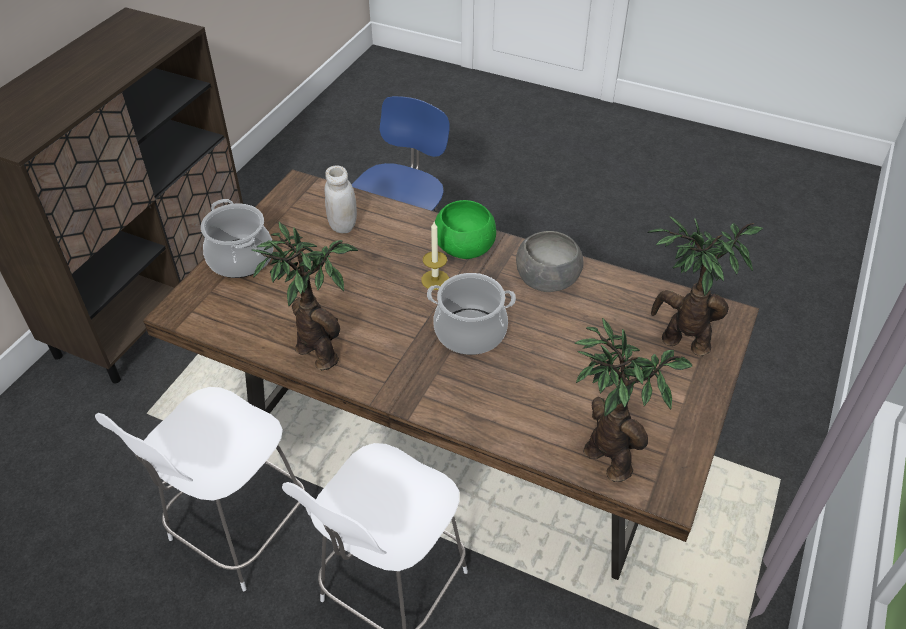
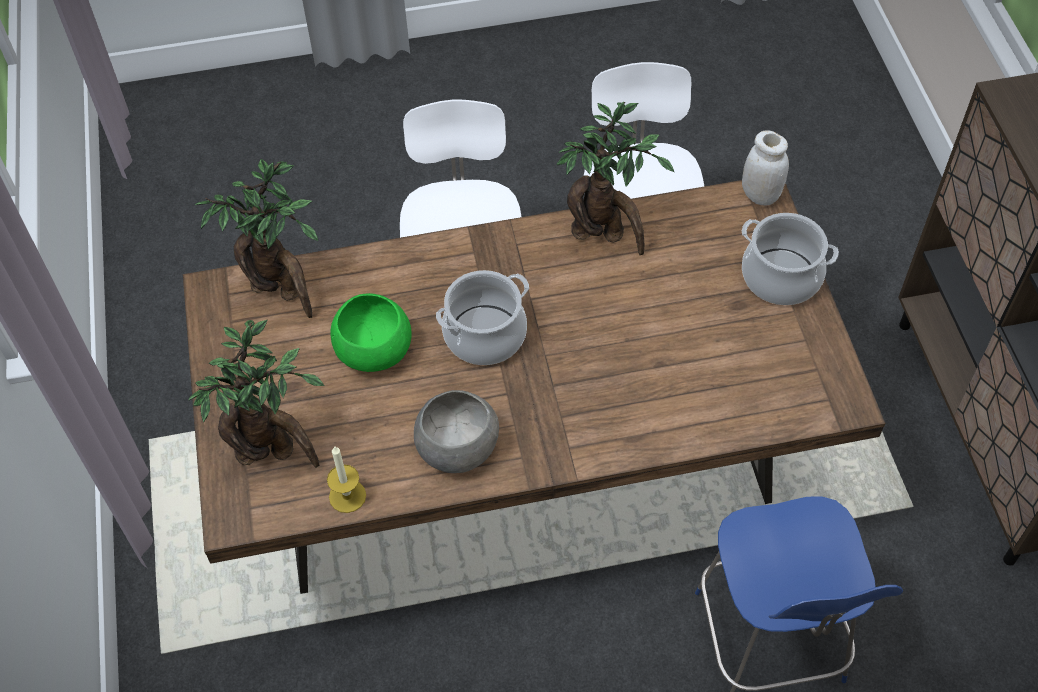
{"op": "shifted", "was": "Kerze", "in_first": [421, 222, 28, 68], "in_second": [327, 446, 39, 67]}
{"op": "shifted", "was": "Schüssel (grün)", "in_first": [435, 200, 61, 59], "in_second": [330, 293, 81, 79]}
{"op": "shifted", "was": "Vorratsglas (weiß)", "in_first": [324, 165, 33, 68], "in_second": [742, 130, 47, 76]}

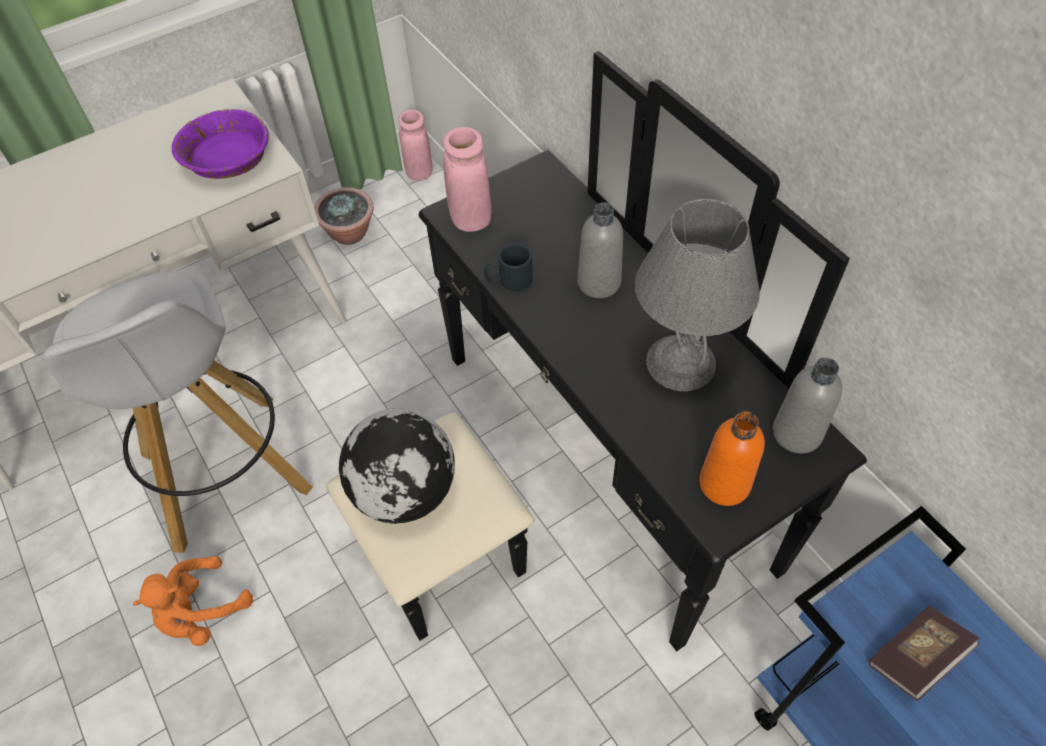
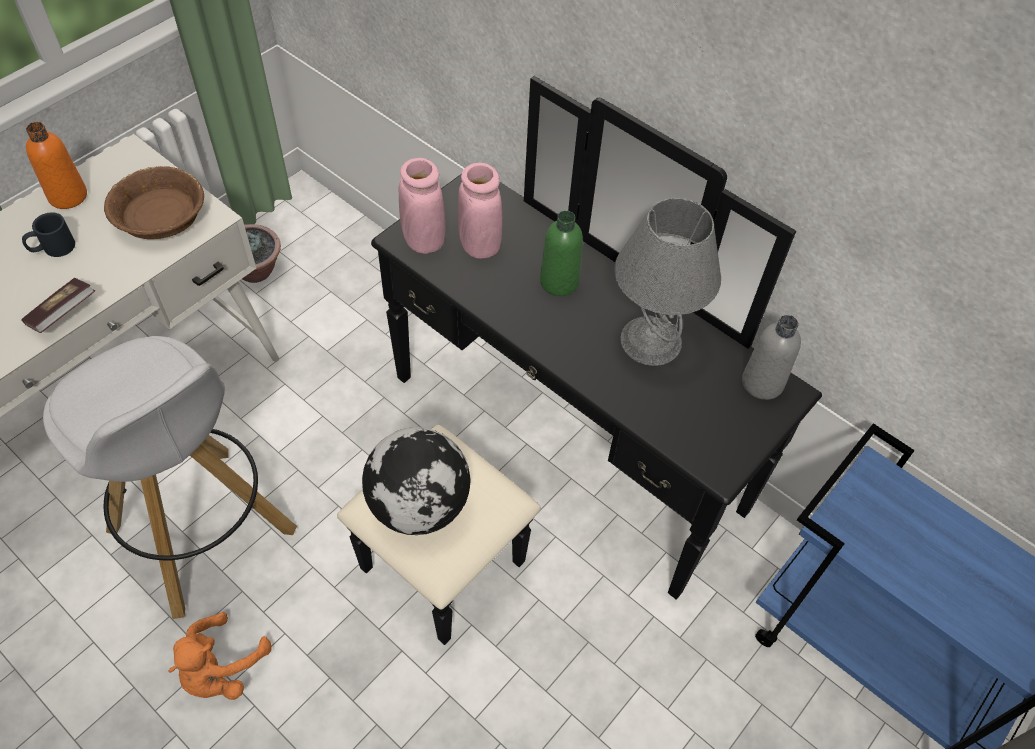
{"op": "shifted", "was": "Buch", "in_first": [869, 606, 110, 95], "in_second": [21, 278, 74, 55]}
{"op": "shifted", "was": "Henkelbecher (schwarz)", "in_first": [484, 243, 49, 49], "in_second": [22, 212, 53, 45]}
{"op": "shifted", "was": "Flasche (orange)", "in_first": [699, 411, 66, 95], "in_second": [26, 122, 61, 87]}
{"op": "repainted", "was": "Schüssel (lila)", "now": "Schüssel (braun)", "in_first": [172, 109, 97, 70], "in_second": [104, 166, 100, 73]}
{"op": "shifted", "was": "Vase (rosa)", "in_first": [398, 110, 35, 71], "in_second": [458, 163, 44, 96]}
{"op": "repainted", "was": "Flasche (grau)", "now": "Flasche (grün)", "in_first": [577, 203, 46, 95], "in_second": [540, 211, 43, 85]}

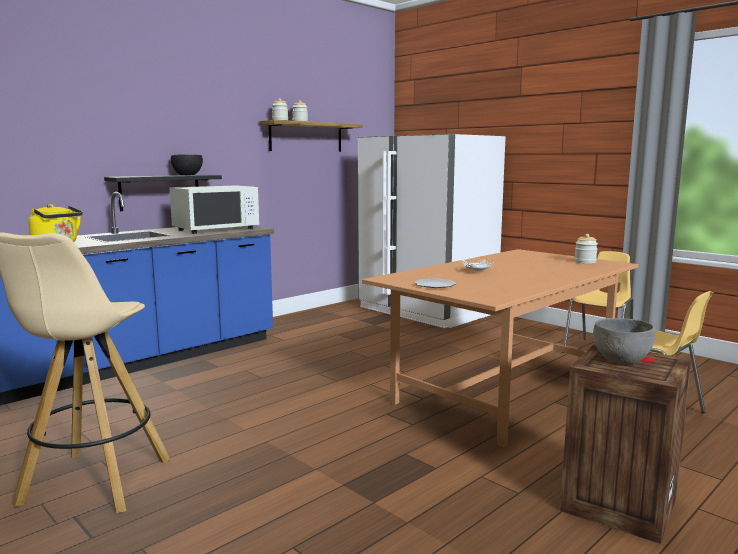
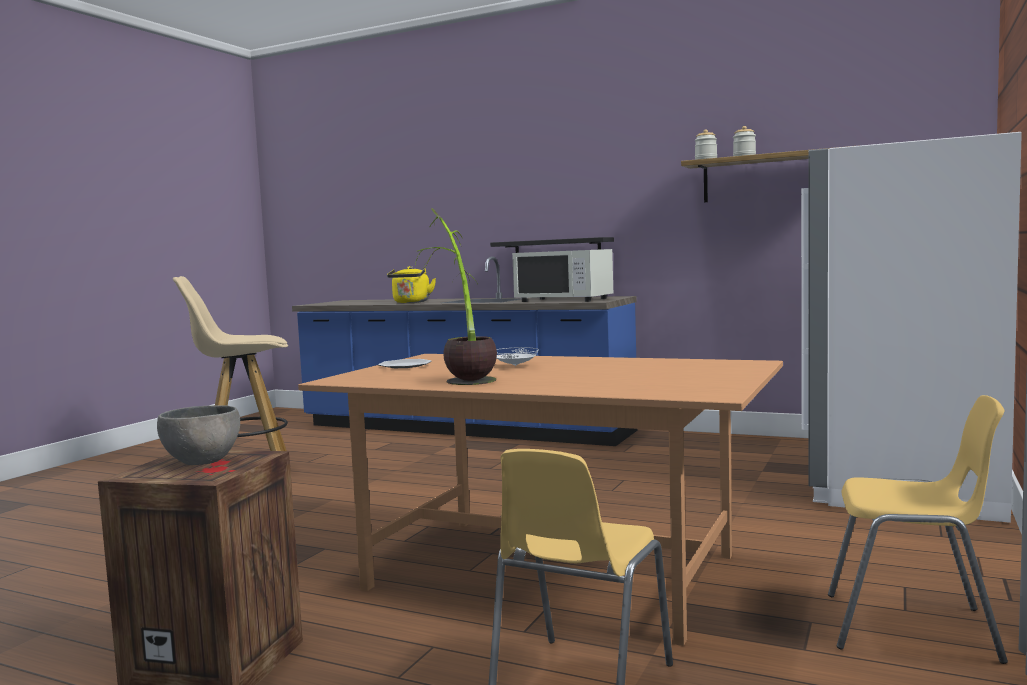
{"op": "new", "now": "Topfpflanze", "in_second": [415, 208, 82, 177]}
{"op": "gone", "was": "Schüssel (schwarz)", "in_first": [171, 155, 32, 20]}
{"op": "gone", "was": "Vorratsglas", "in_first": [574, 234, 24, 30]}

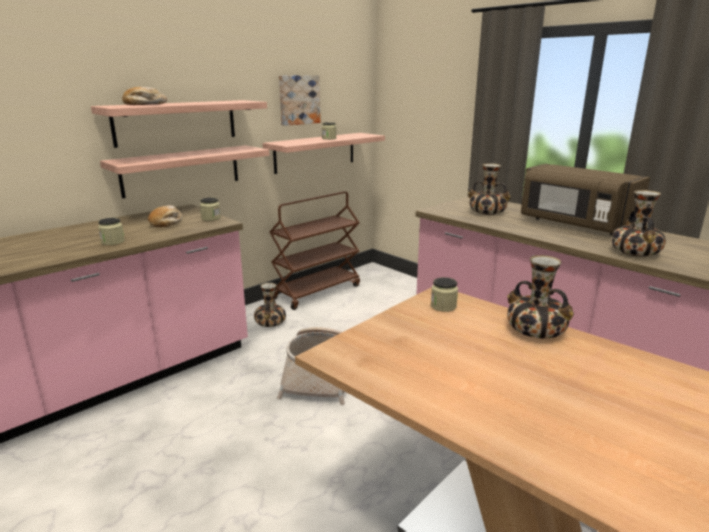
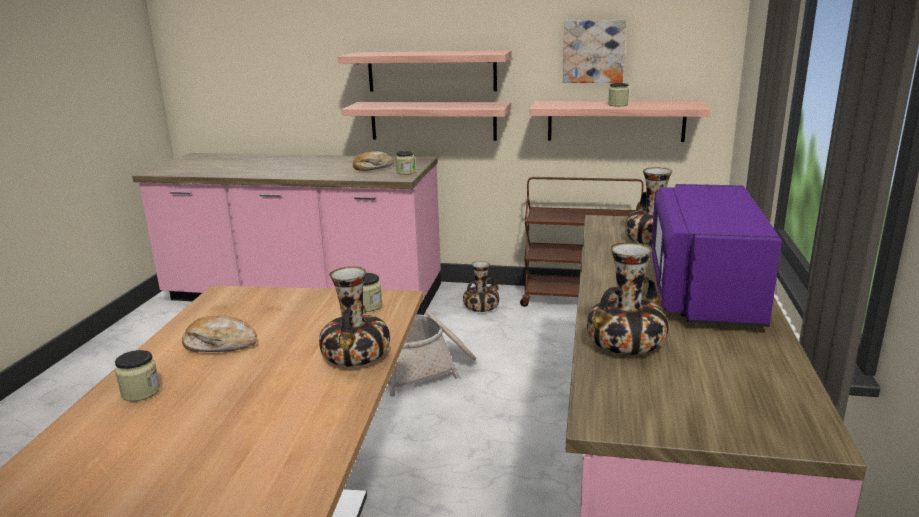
{"op": "shifted", "was": "Vorratsglas", "in_first": [98, 218, 27, 27], "in_second": [115, 350, 45, 51]}
{"op": "shifted", "was": "Brot", "in_first": [122, 87, 45, 18], "in_second": [182, 316, 75, 36]}
{"op": "repainted", "was": "Mikrowelle (braun)", "now": "Mikrowelle (lila)", "in_first": [521, 164, 129, 71], "in_second": [651, 184, 131, 143]}

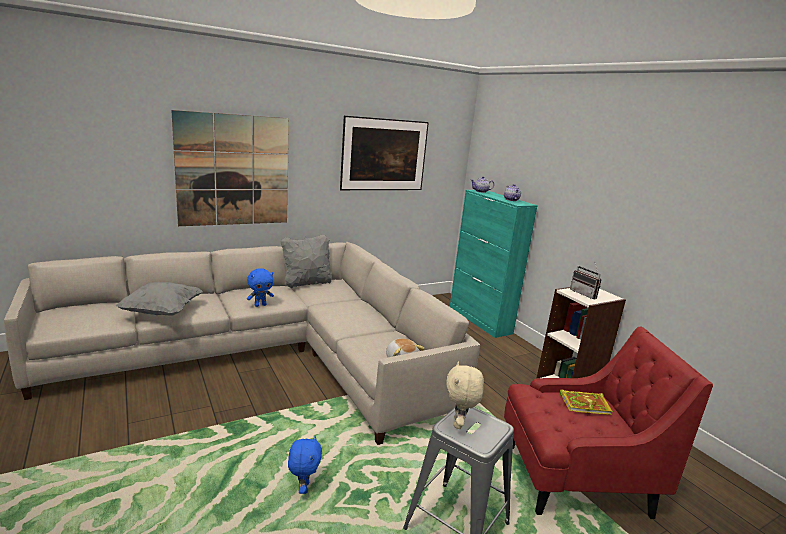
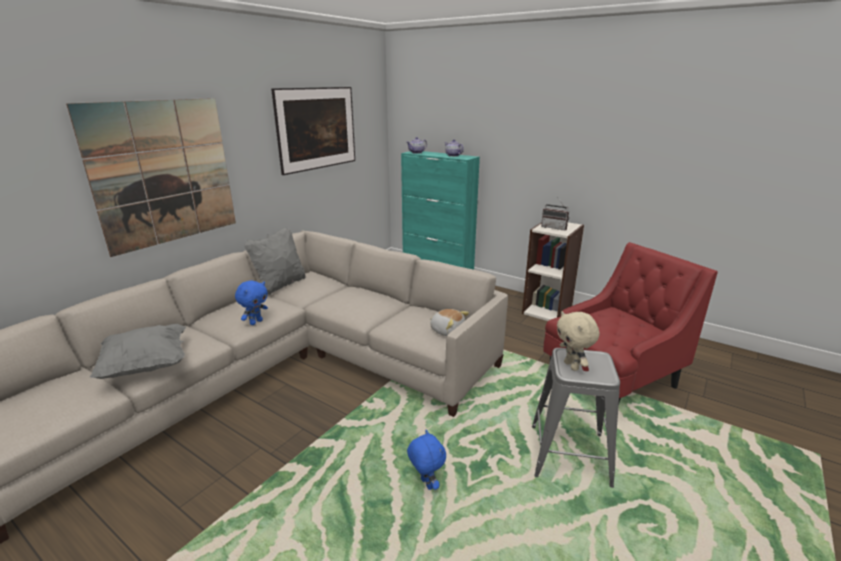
{"op": "gone", "was": "Buch", "in_first": [560, 390, 53, 25]}

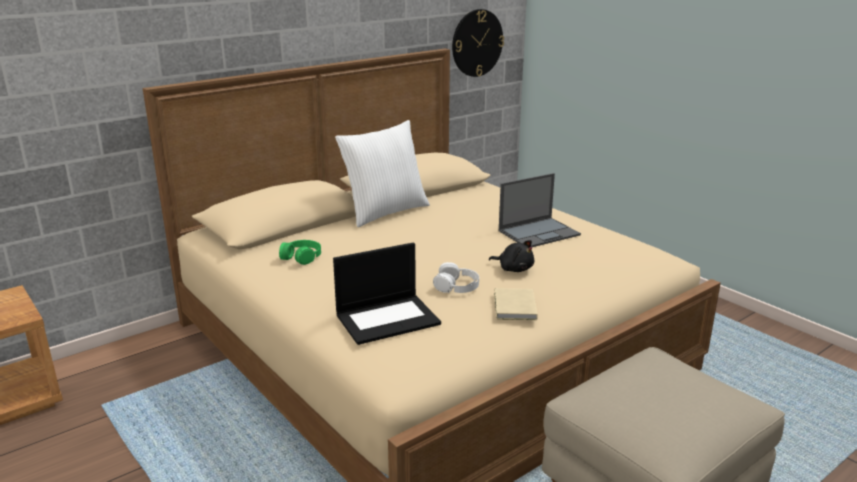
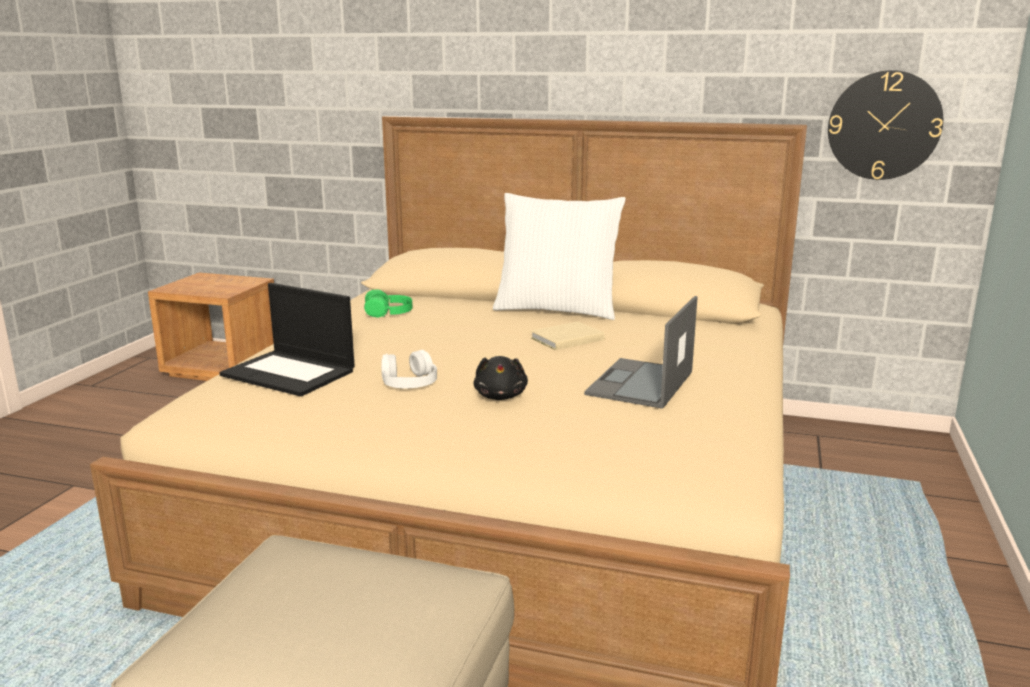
{"op": "shifted", "was": "Buch (beige)", "in_first": [494, 288, 44, 32], "in_second": [530, 321, 75, 29]}
{"op": "rotated", "was": "Laptop", "in_first": [499, 173, 82, 74], "in_second": [584, 296, 114, 113], "clockwise": 90}

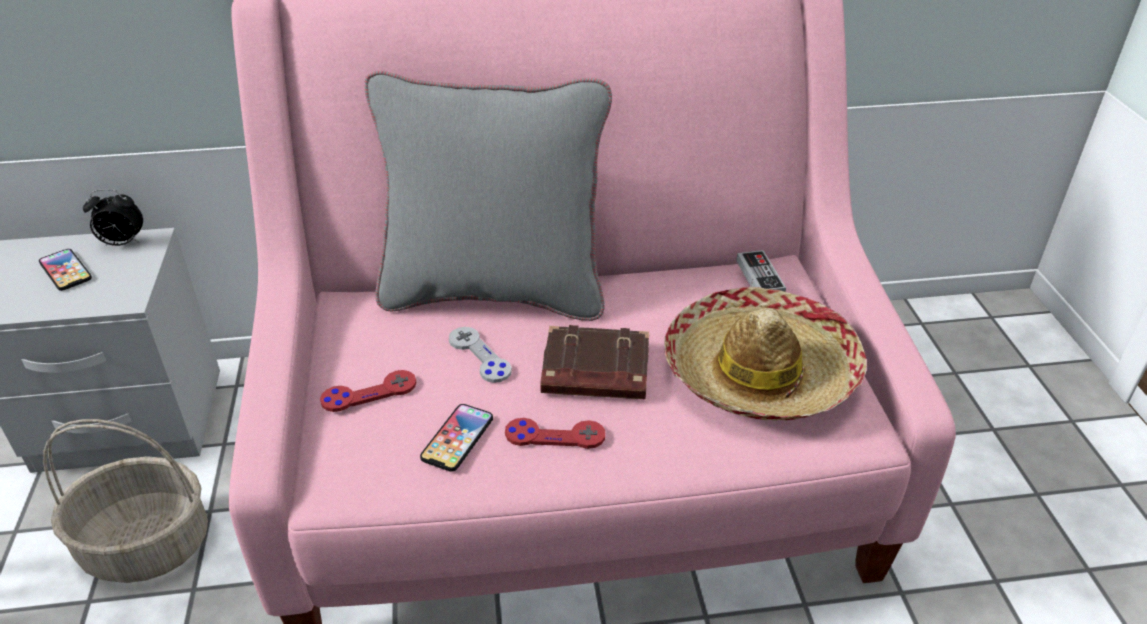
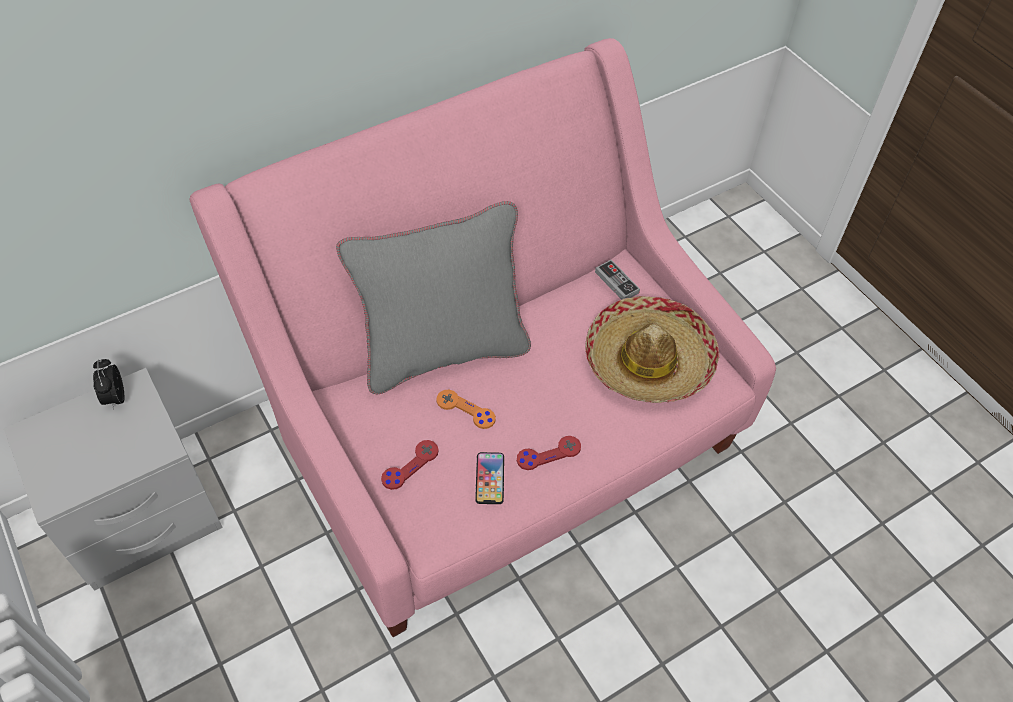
{"op": "rotated", "was": "Wecker", "in_first": [83, 189, 60, 57], "in_second": [93, 359, 32, 50], "clockwise": 105}
{"op": "repainted", "was": "Gamepad (grau)", "now": "Gamepad (orange)", "in_first": [449, 327, 63, 56], "in_second": [436, 390, 60, 39]}
{"op": "gone", "was": "Handy", "in_first": [39, 249, 53, 42]}
{"op": "gone", "was": "Korb", "in_first": [43, 419, 165, 164]}
{"op": "gone", "was": "Buch (braun)", "in_first": [540, 325, 109, 74]}

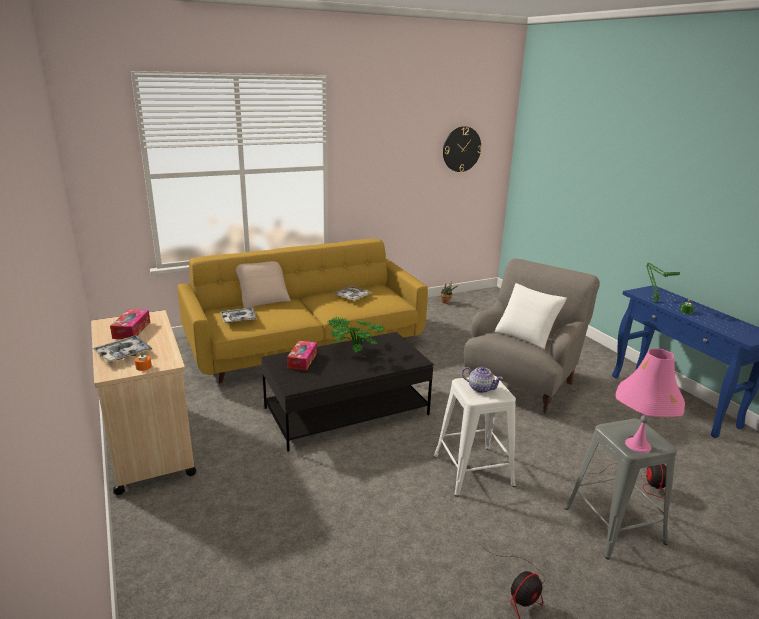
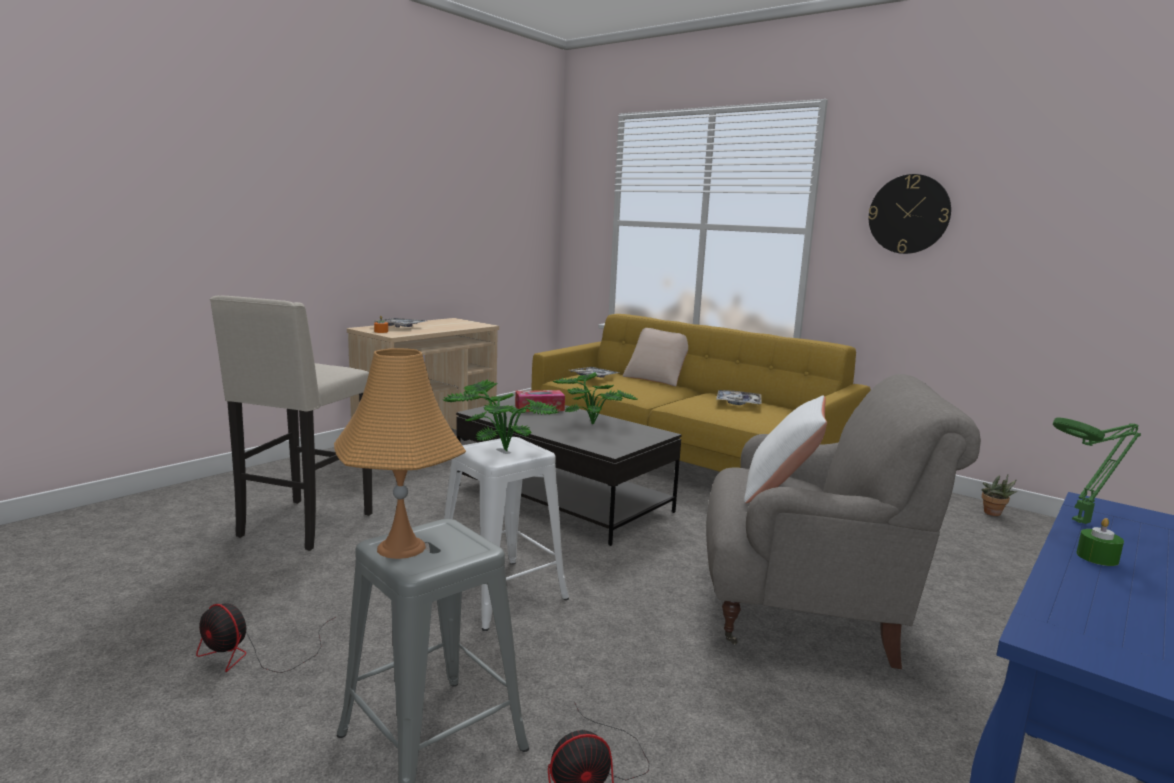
{"op": "new", "now": "Hocker (beige)", "in_second": [210, 296, 162, 255]}
{"op": "repainted", "was": "Tischlampe (rosa)", "now": "Tischlampe (orange)", "in_first": [616, 349, 69, 104], "in_second": [334, 348, 132, 211]}
{"op": "swapped", "was": "Teekanne", "now": "Topfpflanze", "in_first": [462, 367, 41, 26], "in_second": [443, 379, 115, 72]}
{"op": "shifted", "was": "Wanduhr", "in_first": [443, 126, 39, 46], "in_second": [868, 174, 83, 80]}
{"op": "gone", "was": "Taschentuchbox", "in_first": [110, 309, 40, 30]}

